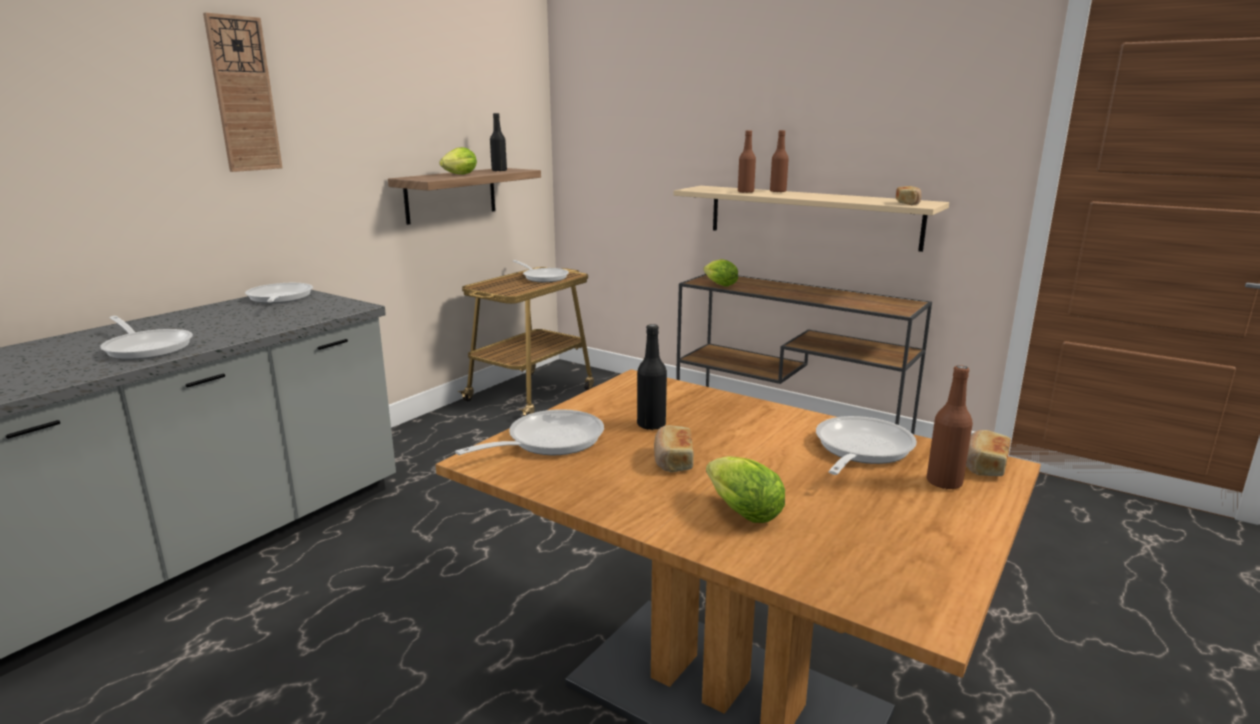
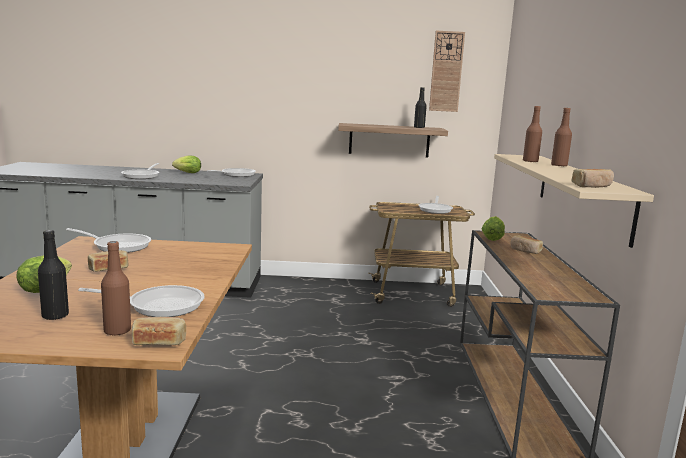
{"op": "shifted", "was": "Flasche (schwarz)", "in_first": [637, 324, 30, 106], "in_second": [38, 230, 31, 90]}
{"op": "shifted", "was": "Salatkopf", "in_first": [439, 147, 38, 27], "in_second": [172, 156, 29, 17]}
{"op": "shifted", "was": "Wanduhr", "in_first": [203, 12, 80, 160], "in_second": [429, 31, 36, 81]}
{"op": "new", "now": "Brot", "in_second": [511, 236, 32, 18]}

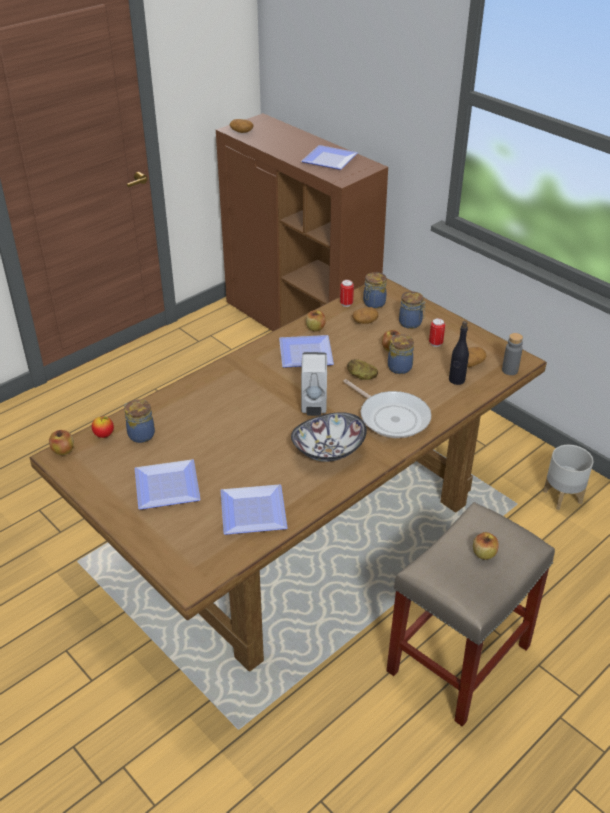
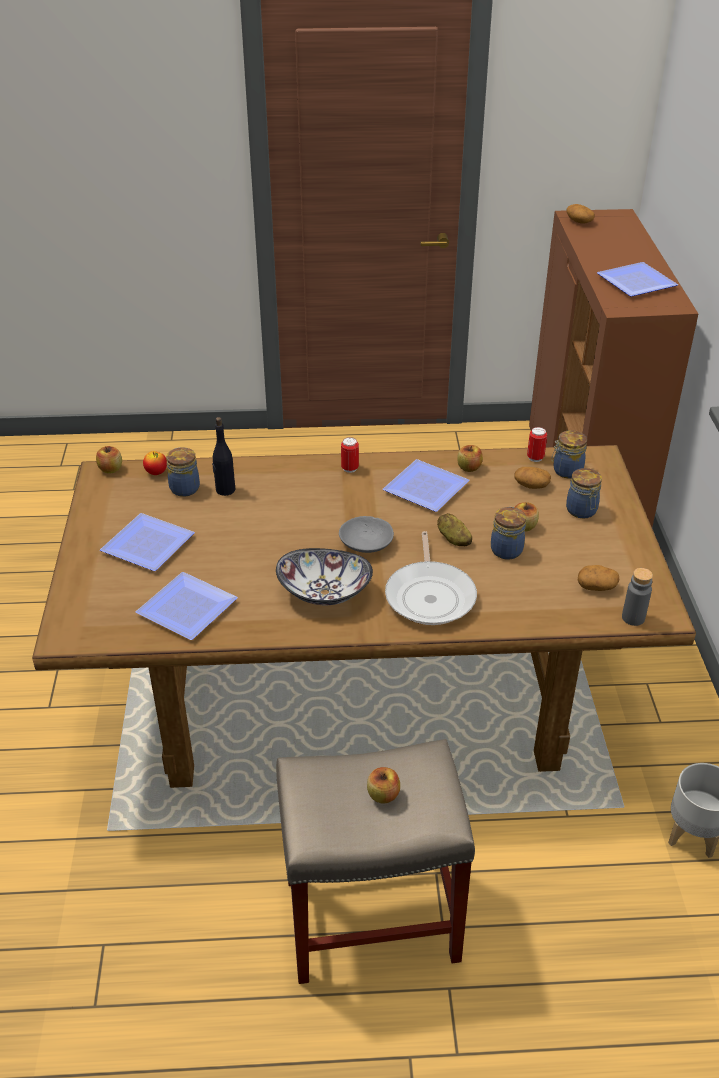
{"op": "shifted", "was": "Flasche (schwarz)", "in_first": [449, 321, 20, 64], "in_second": [212, 417, 24, 79]}
{"op": "swapped", "was": "Seifenspender (weiß)", "now": "Schüssel (grau)", "in_first": [301, 352, 26, 64], "in_second": [339, 516, 55, 37]}
{"op": "shifted", "was": "Dose", "in_first": [429, 318, 16, 29], "in_second": [341, 437, 18, 36]}

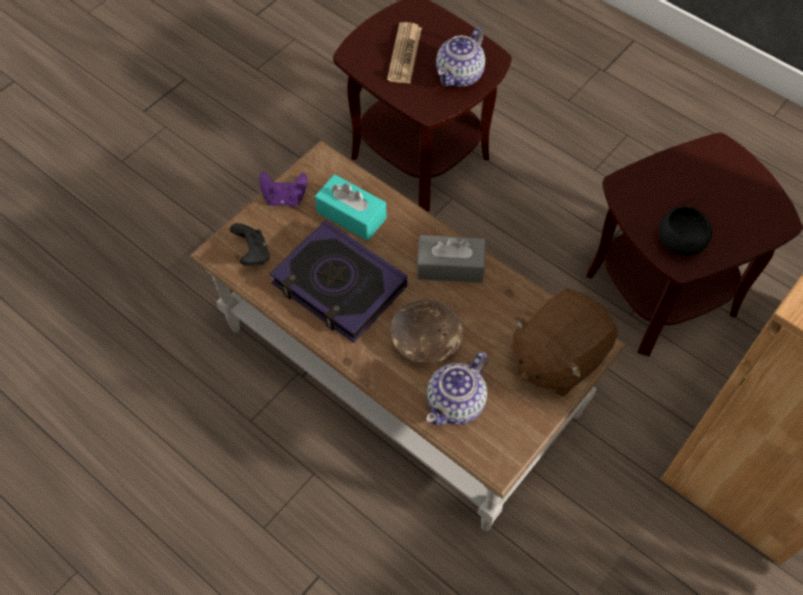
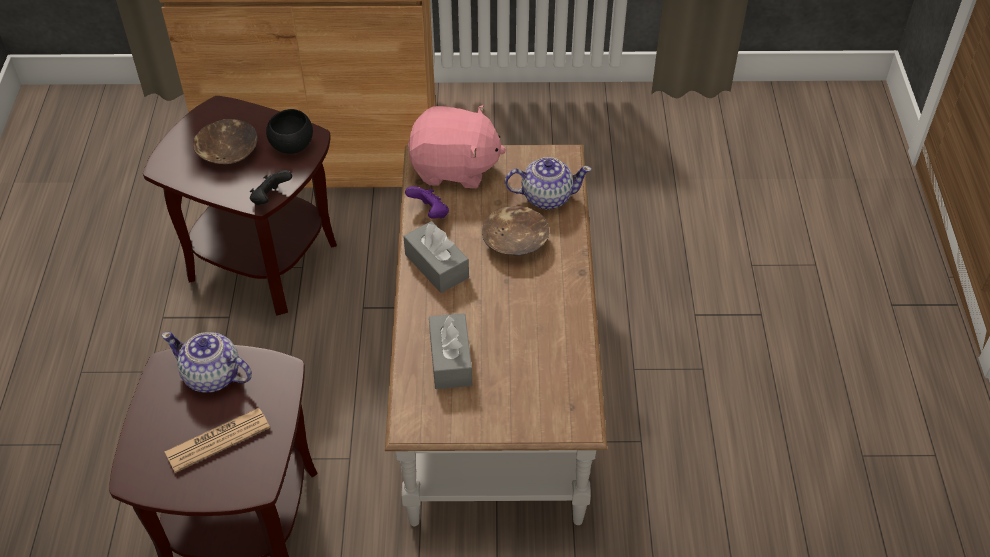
{"op": "rotated", "was": "Teekanne", "in_first": [436, 27, 49, 60], "in_second": [161, 332, 91, 61], "clockwise": -150}
{"op": "new", "now": "Schüssel (braun)", "in_second": [193, 119, 65, 45]}
{"op": "shifted", "was": "Gamepad (schwarz)", "in_first": [230, 223, 40, 43], "in_second": [250, 170, 42, 35]}
{"op": "shifted", "was": "Gamepad (lila)", "in_first": [259, 172, 48, 34], "in_second": [405, 186, 44, 33]}
{"op": "repainted", "was": "Plüschtier (braun)", "now": "Plüschtier (rosa)", "in_first": [513, 289, 105, 108], "in_second": [408, 105, 98, 83]}
{"op": "repainted", "was": "Taschentuchbox (türkis)", "now": "Taschentuchbox (grau)", "in_first": [315, 174, 71, 67], "in_second": [429, 313, 43, 76]}
{"op": "gone", "was": "Buch", "in_first": [270, 220, 137, 123]}

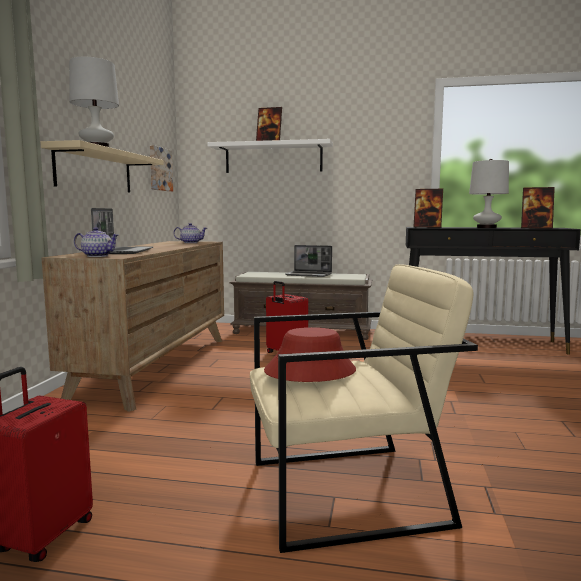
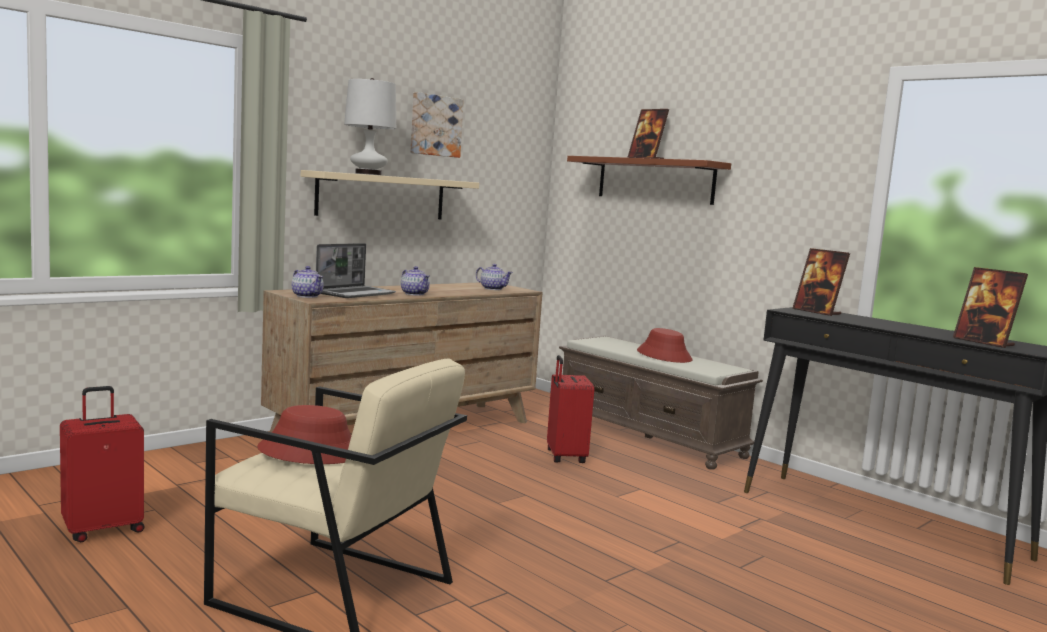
{"op": "new", "now": "Teekanne", "in_second": [401, 266, 29, 30]}
{"op": "shifted", "was": "Bild", "in_first": [150, 145, 23, 46], "in_second": [410, 92, 54, 66]}
{"op": "repainted", "was": "Wandregal (weiß)", "now": "Wandregal (braun)", "in_first": [207, 139, 126, 34], "in_second": [567, 156, 164, 49]}
{"op": "swapped", "was": "Laptop", "now": "Hut (rot)", "in_first": [285, 245, 47, 32], "in_second": [637, 328, 55, 35]}
{"op": "gone", "was": "Tischlampe (weiß)", "in_first": [469, 159, 40, 69]}

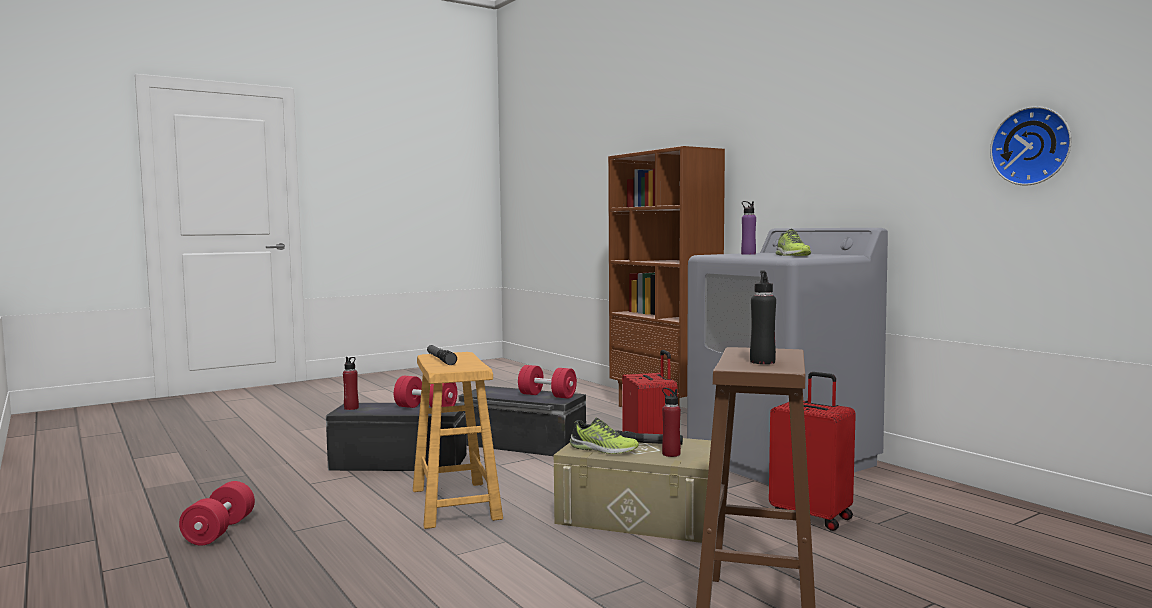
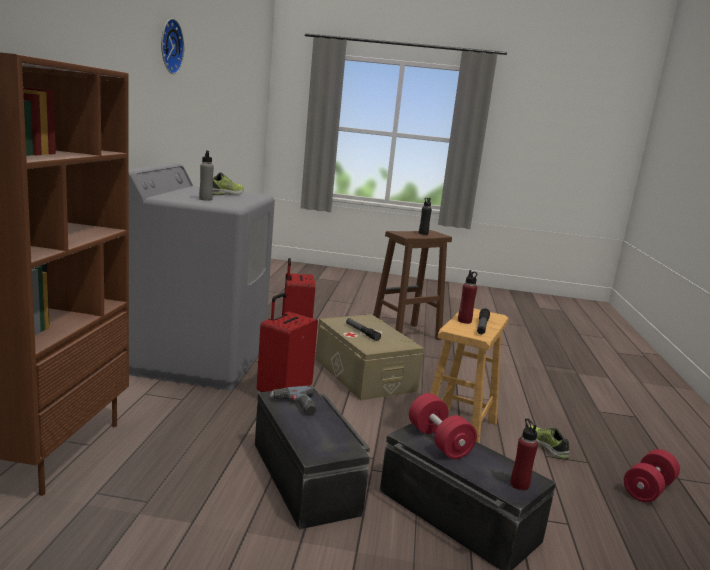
{"op": "shifted", "was": "Wanduhr", "in_first": [990, 106, 82, 79], "in_second": [161, 18, 23, 56]}
{"op": "repainted", "was": "Flasche (lila)", "now": "Flasche (grau)", "in_first": [741, 201, 15, 54], "in_second": [199, 150, 15, 51]}
{"op": "swapped", "was": "Hantel (rot)", "now": "Bohrmaschine", "in_first": [518, 365, 59, 34], "in_second": [270, 386, 46, 30]}
{"op": "shifted", "was": "Flasche (rot)", "in_first": [662, 388, 19, 69], "in_second": [458, 270, 19, 54]}
{"op": "shifted", "was": "Schuh", "in_first": [570, 418, 69, 36], "in_second": [528, 425, 42, 34]}

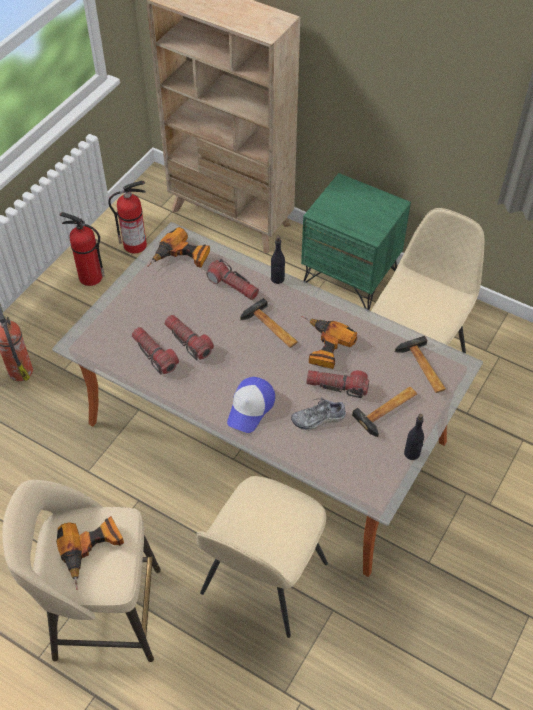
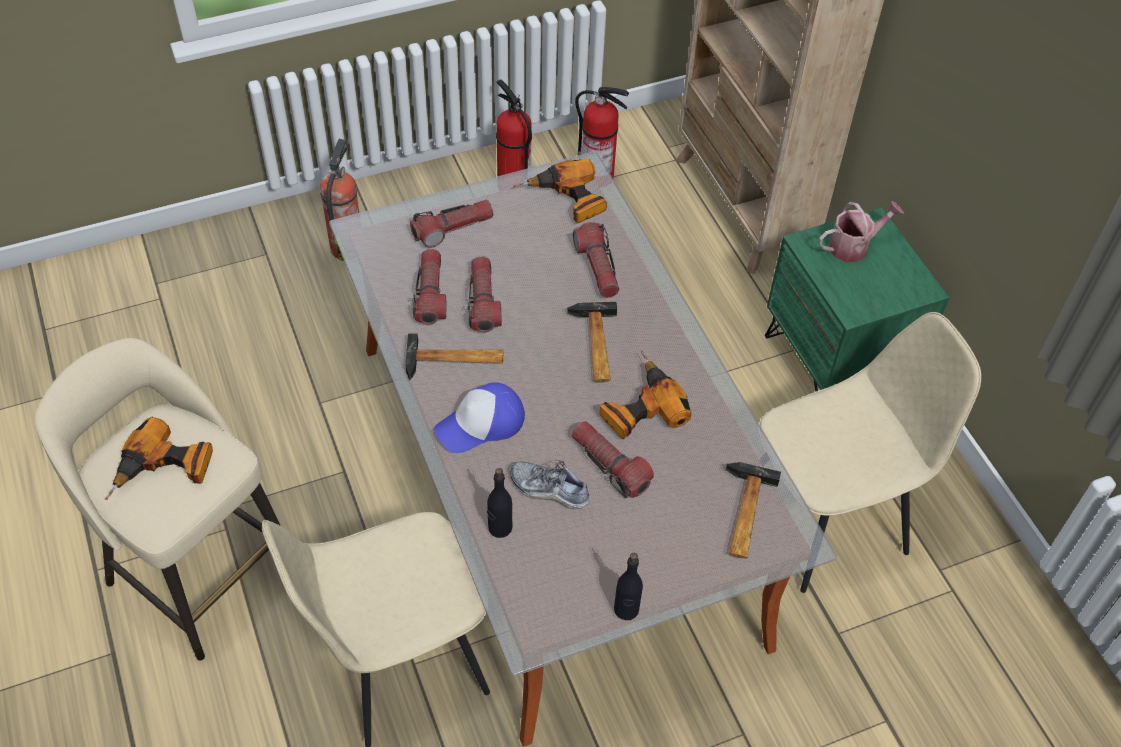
{"op": "shifted", "was": "Hammer", "in_first": [352, 386, 65, 51], "in_second": [405, 333, 99, 47]}
{"op": "new", "now": "Taschenlampe", "in_second": [410, 200, 83, 48]}
{"op": "shifted", "was": "Flasche (schwarz)", "in_first": [271, 236, 14, 48], "in_second": [487, 468, 25, 70]}
{"op": "new", "now": "Gießkanne", "in_second": [818, 201, 86, 61]}

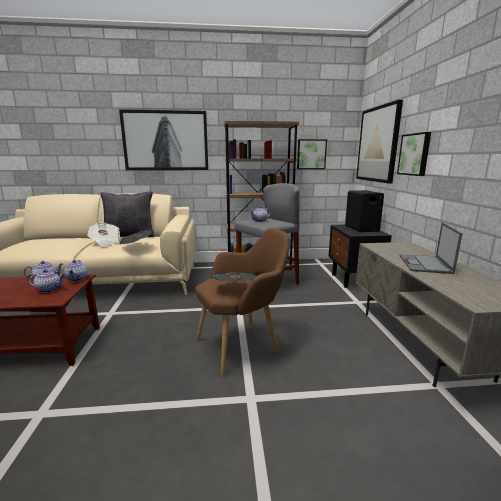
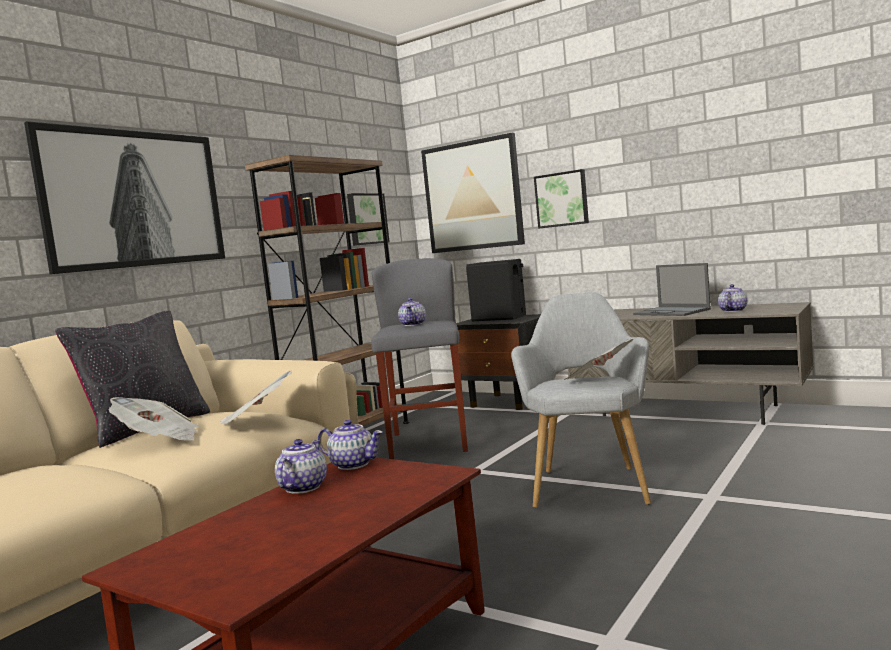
{"op": "repainted", "was": "Sessel (braun)", "now": "Sessel (grau)", "in_first": [195, 228, 95, 148], "in_second": [511, 292, 140, 216]}
{"op": "shifted", "was": "Teekanne", "in_first": [27, 269, 38, 24], "in_second": [718, 284, 29, 28]}

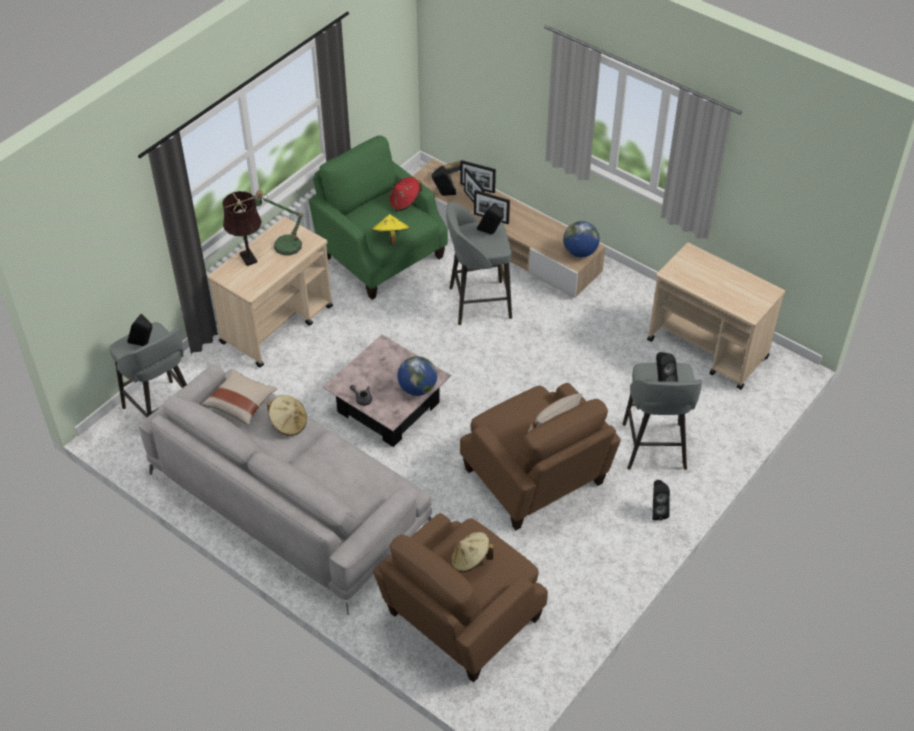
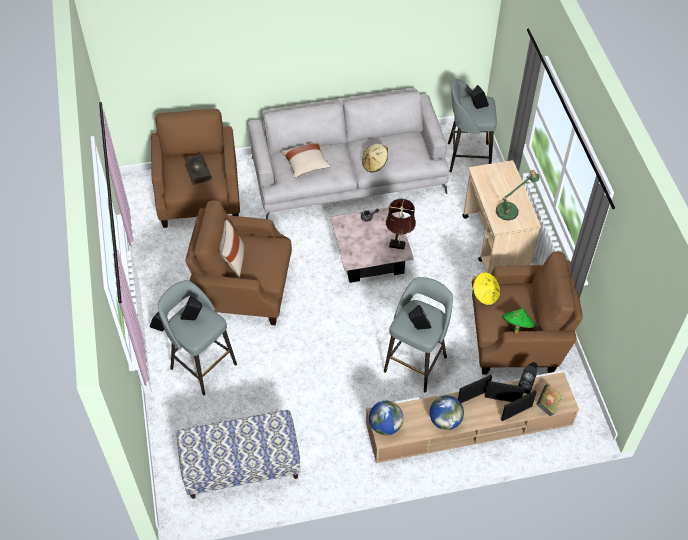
{"op": "swapped", "was": "Rollwagen (beige)", "now": "Bank", "in_first": [647, 243, 138, 147], "in_second": [177, 410, 124, 89]}
{"op": "swapped", "was": "Hut (beige)", "now": "Buch", "in_first": [451, 532, 42, 40], "in_second": [184, 154, 28, 31]}
{"op": "shifted", "was": "Kissen (beige)", "in_first": [202, 369, 76, 56], "in_second": [281, 142, 50, 36]}
{"op": "shifted", "was": "Tischlampe (braun)", "in_first": [222, 191, 40, 75], "in_second": [386, 199, 30, 51]}
{"op": "shifted", "was": "Globus", "in_first": [398, 356, 39, 40], "in_second": [430, 395, 34, 35]}
{"op": "repainted", "was": "Sessel (grün)", "now": "Sessel (braun)", "in_first": [308, 135, 140, 165], "in_second": [472, 251, 111, 124]}
{"op": "repainted", "was": "Hut (rot)", "now": "Hut (grün)", "in_first": [389, 177, 33, 34], "in_second": [502, 308, 34, 26]}

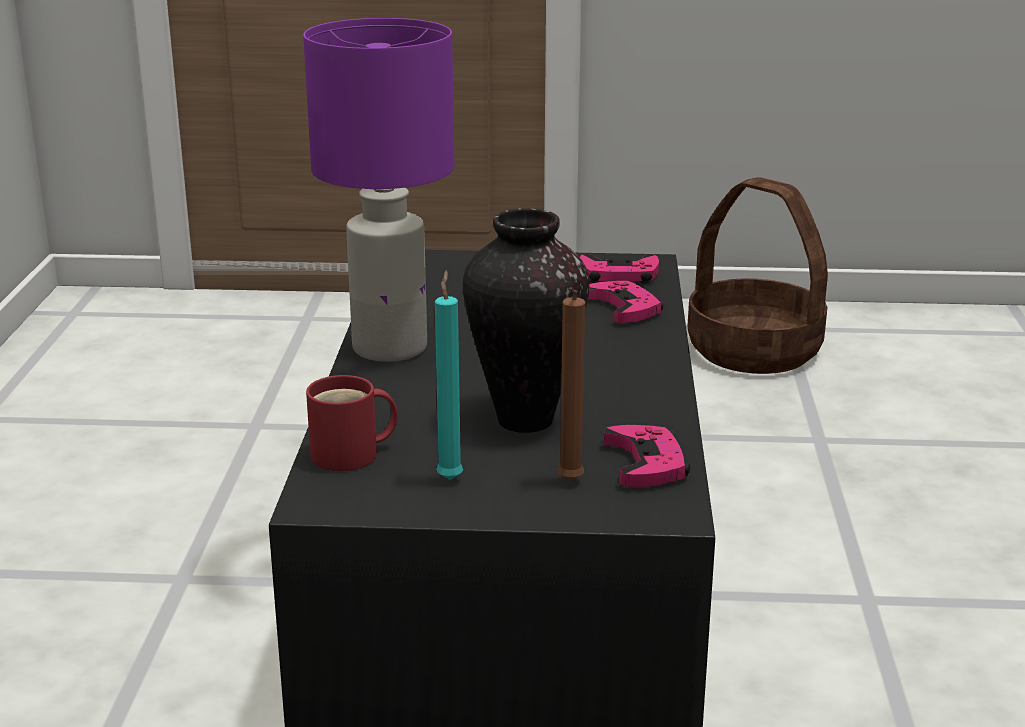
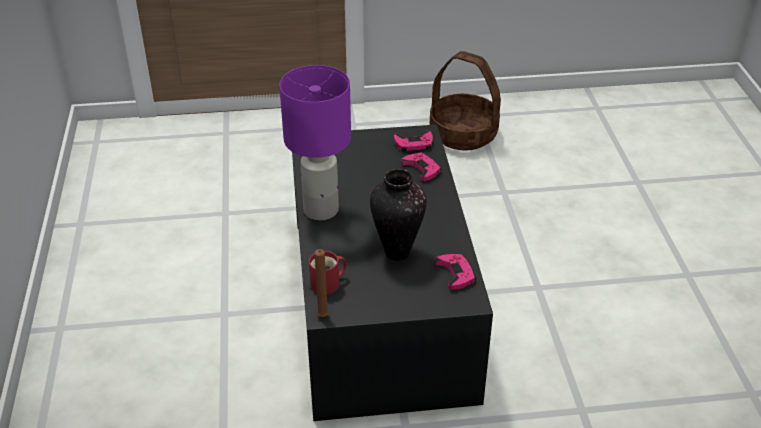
{"op": "shifted", "was": "Kerze (braun)", "in_first": [558, 287, 27, 194], "in_second": [315, 249, 14, 68]}
{"op": "gone", "was": "Kerze (türkis)", "in_first": [435, 271, 28, 209]}

